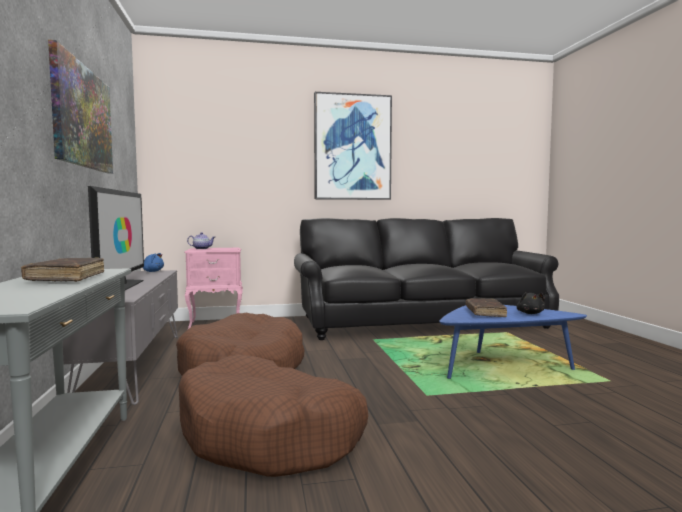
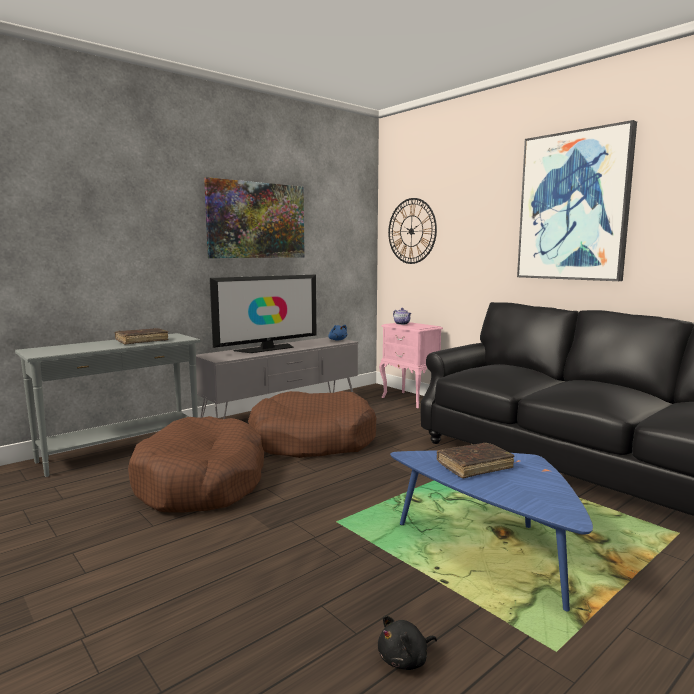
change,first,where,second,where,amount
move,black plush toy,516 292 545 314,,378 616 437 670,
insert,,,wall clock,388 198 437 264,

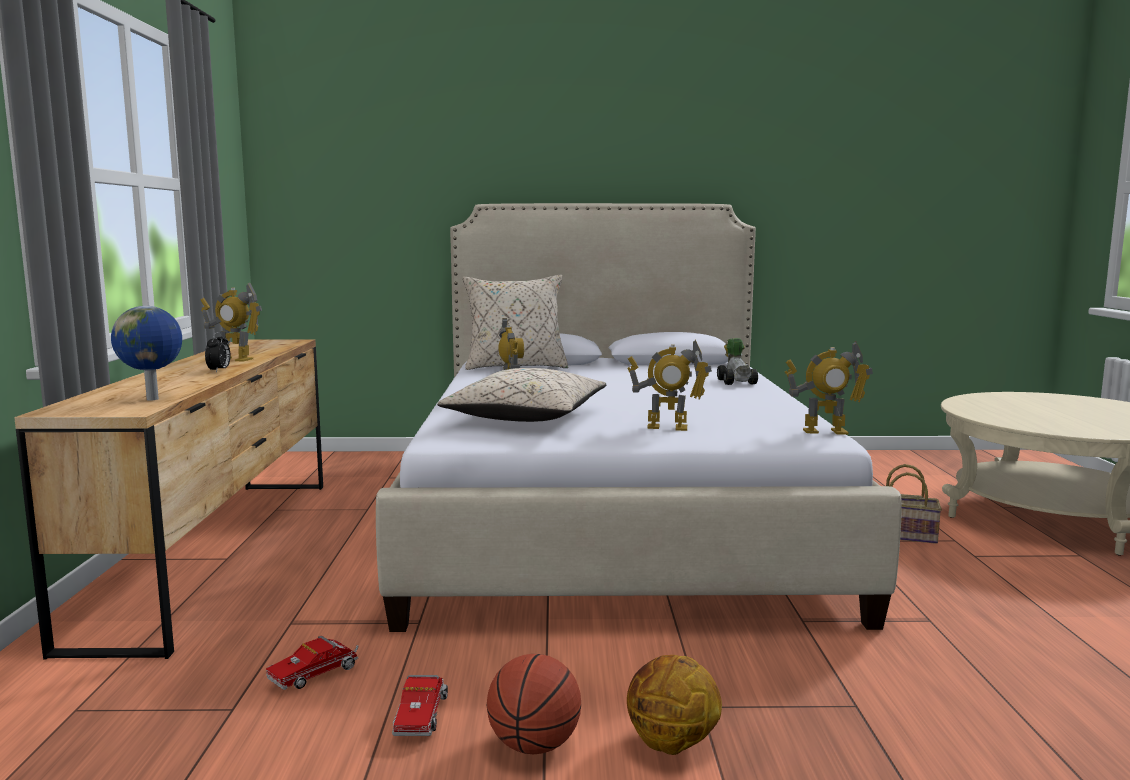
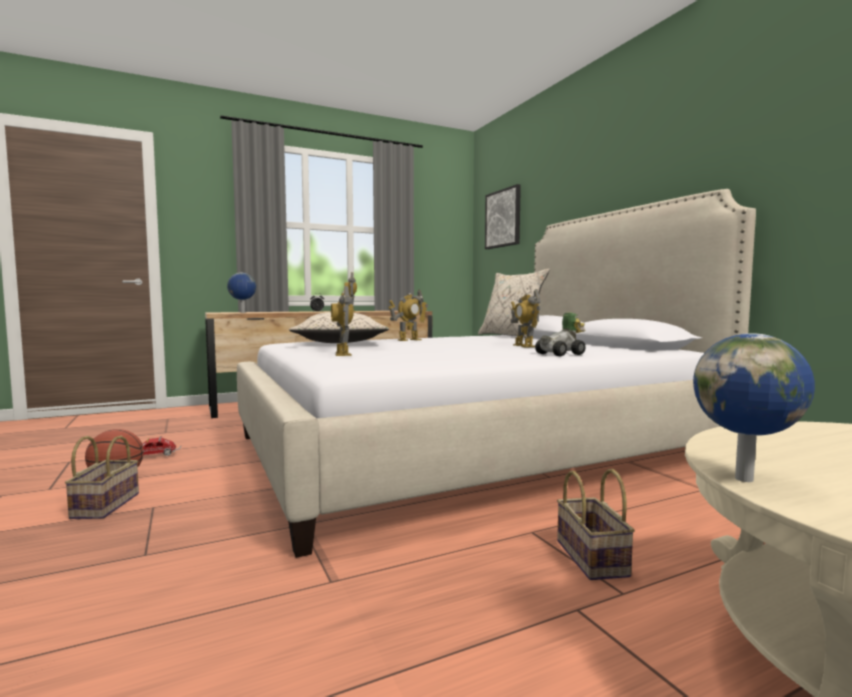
change,first,where,second,where,amount
move,toy robot,785 341 873 434,,511 289 541 348,
delete,toy truck,266 636 359 690,,,
replace,basketball,627 655 722 755,basket,65 436 139 519,
insert,,,picture,485 184 521 249,
insert,,,globe,693 333 815 482,

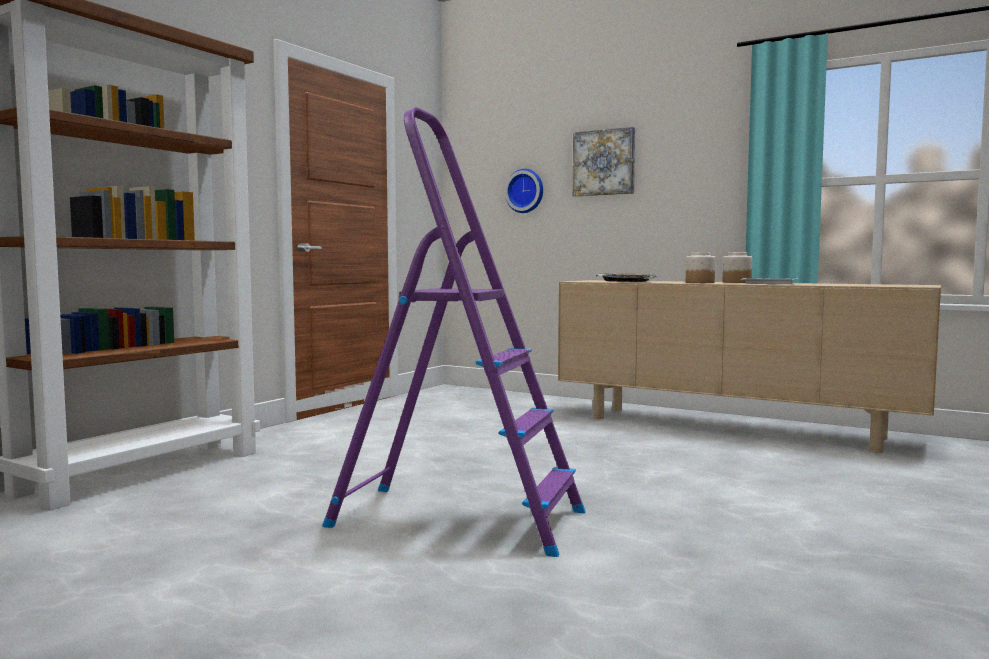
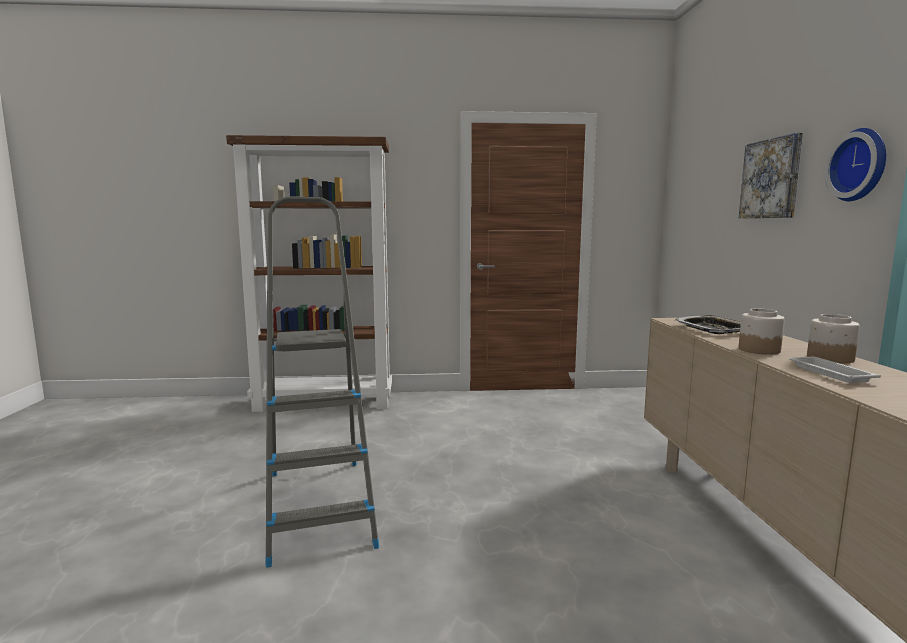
change,first,where,second,where,amount
recolor,purple step ladder,322 107 586 557,grey step ladder,266 196 379 568,
move,wall clock,505 169 543 213,,825 128 887 201,

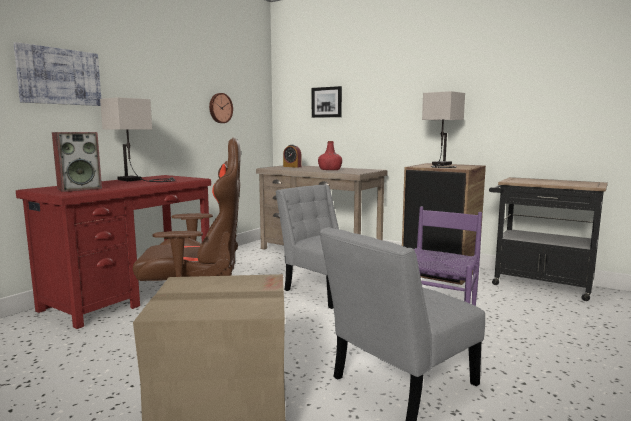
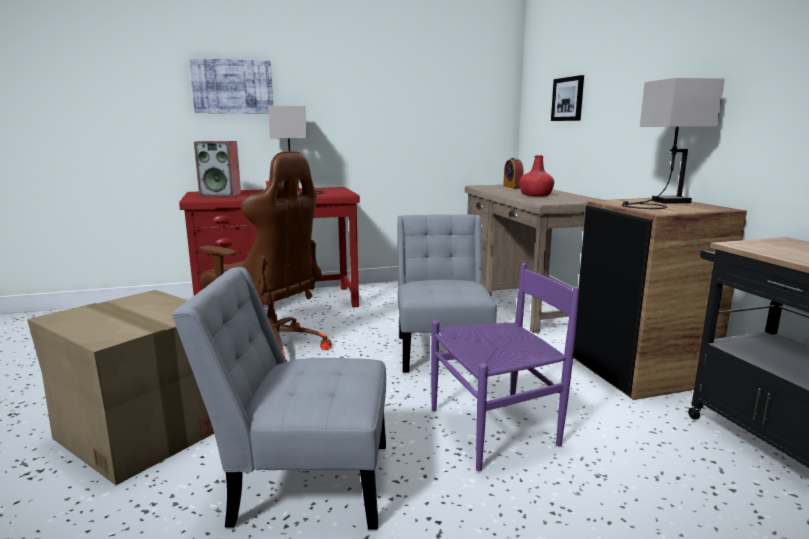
change,first,where,second,where,amount
delete,wall clock,209 93 233 123,,,

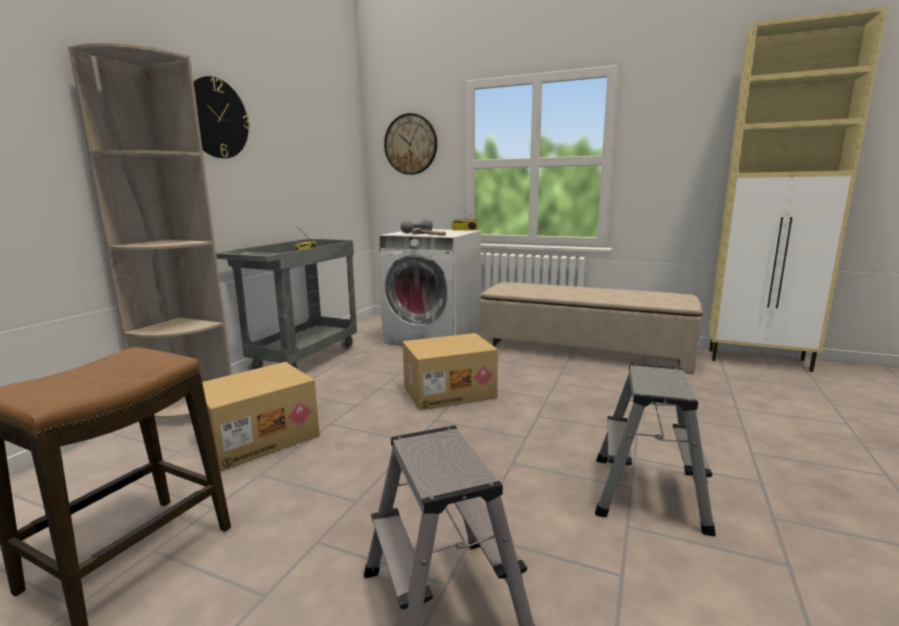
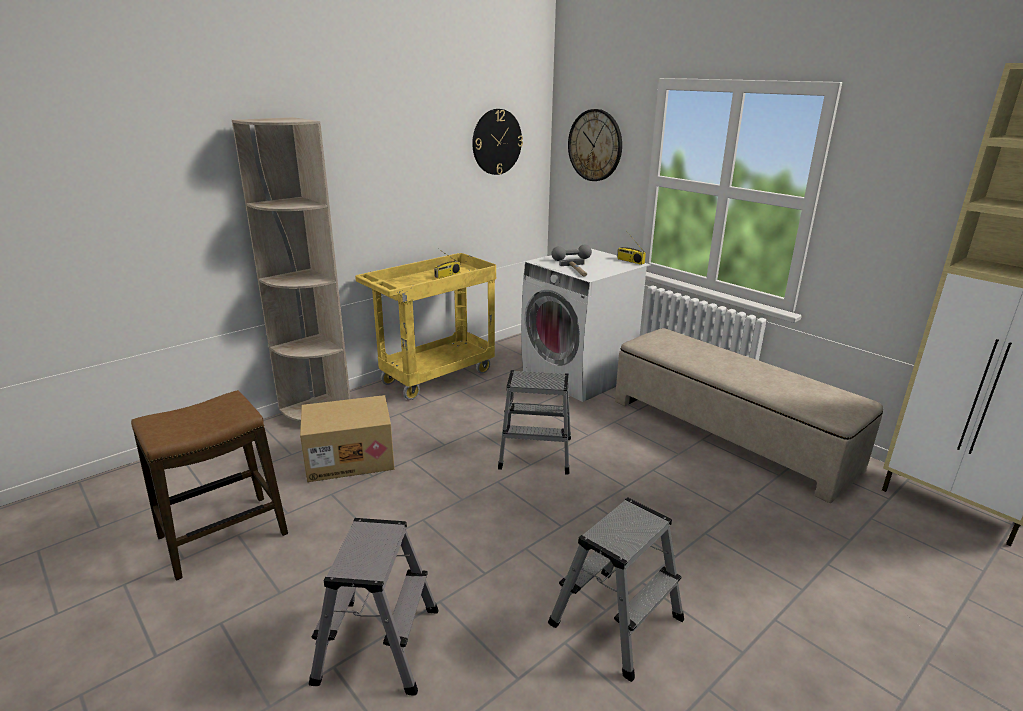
change,first,where,second,where,amount
move,wall clock,193 76 250 158,,472 109 523 175,
recolor,grey cart,216 239 357 370,yellow cart,355 253 496 400,
replace,cardboard box,403 333 498 411,grey step ladder,498 370 571 475,

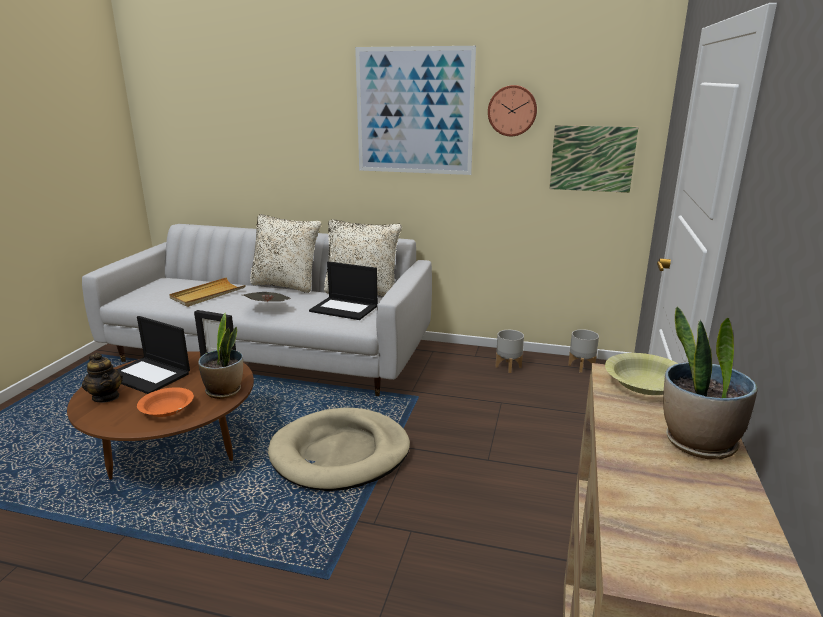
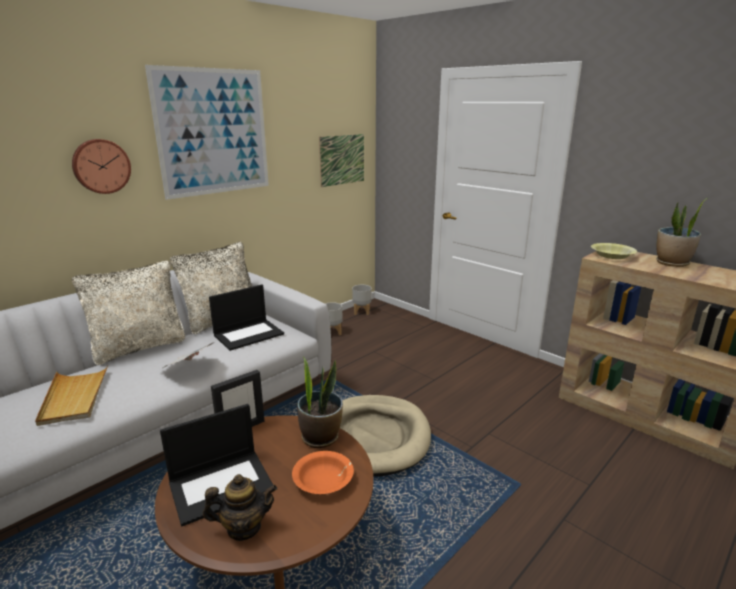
change,first,where,second,where,amount
move,wall clock,488 85 537 136,,72 139 131 194,

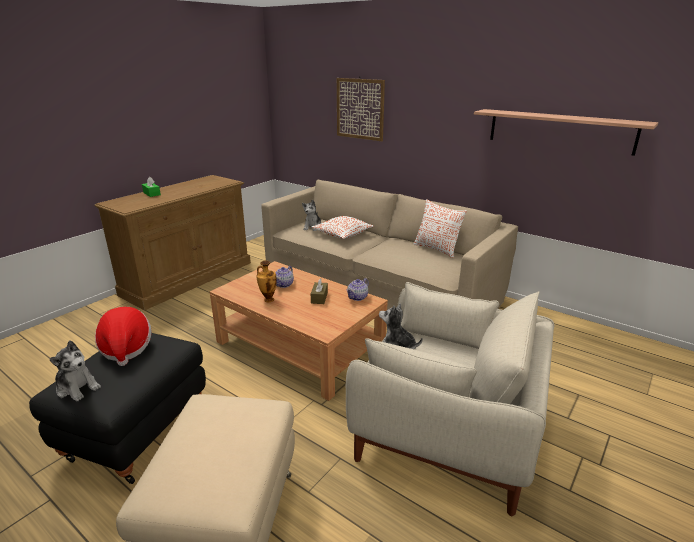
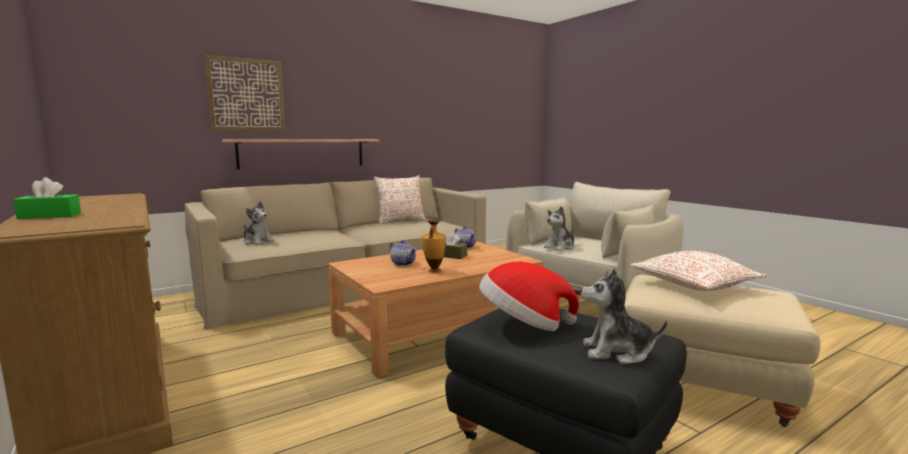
change,first,where,second,where,amount
move,shelf,474 109 658 156,,222 139 379 169,
move,white pillow,312 216 374 239,,630 251 766 291,
rotate,plush toy,50 341 101 401,,580 269 667 364,135 degrees counterclockwise

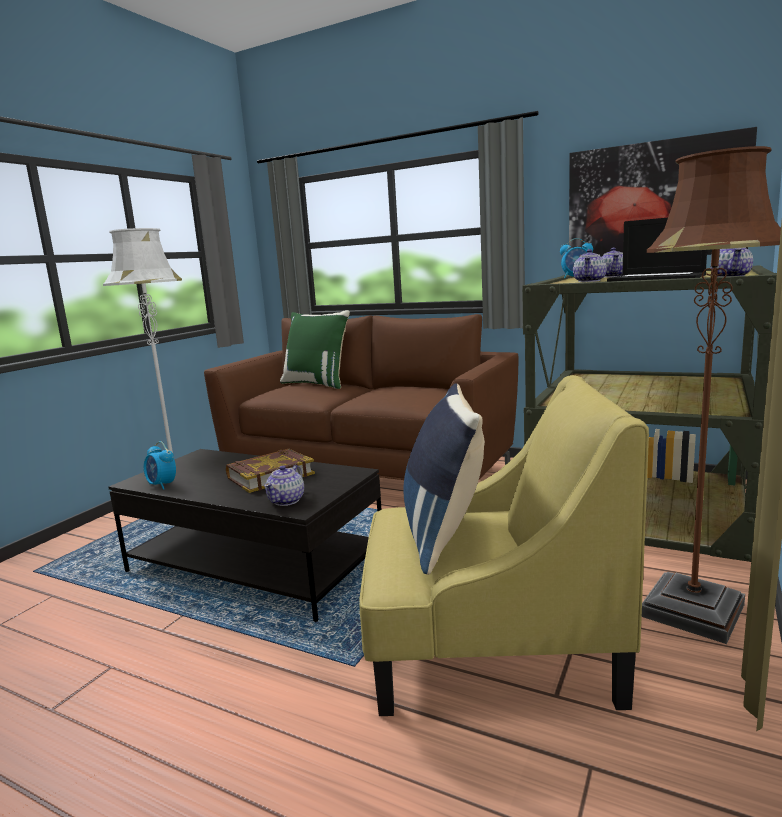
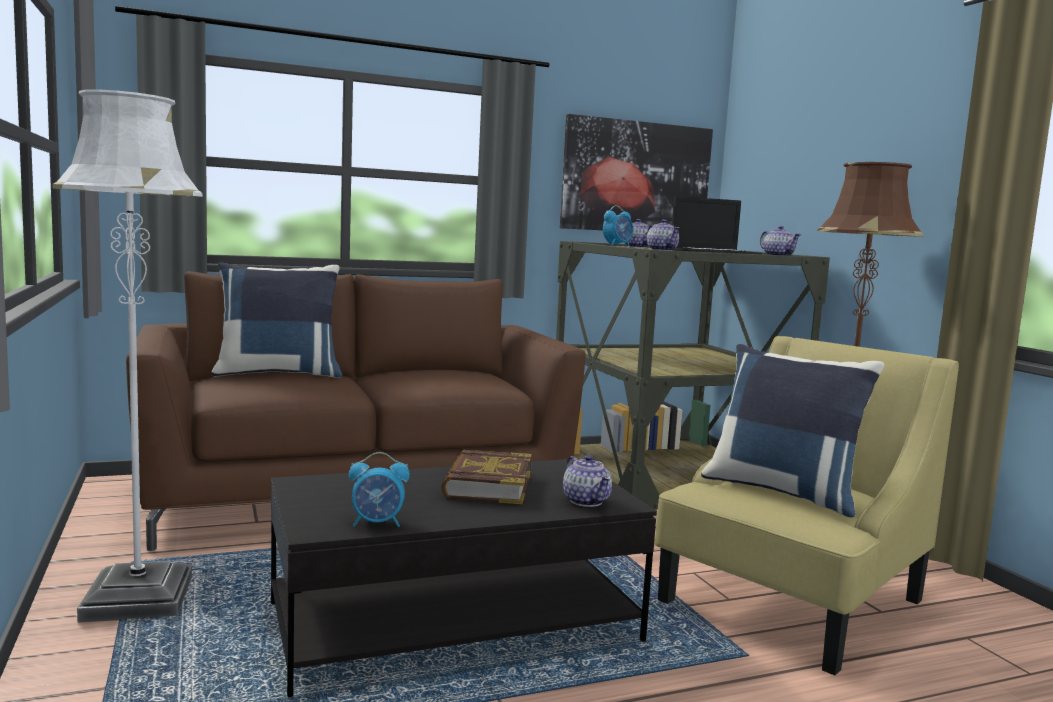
change,first,where,second,where,amount
recolor,green pillow,280 310 350 389,blue pillow,211 262 342 378,

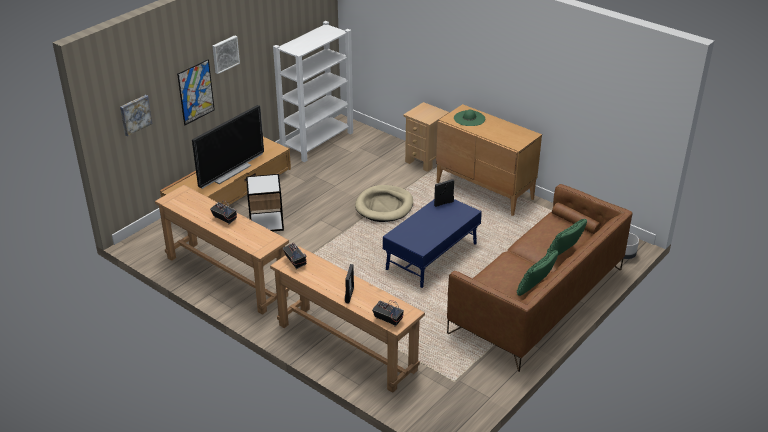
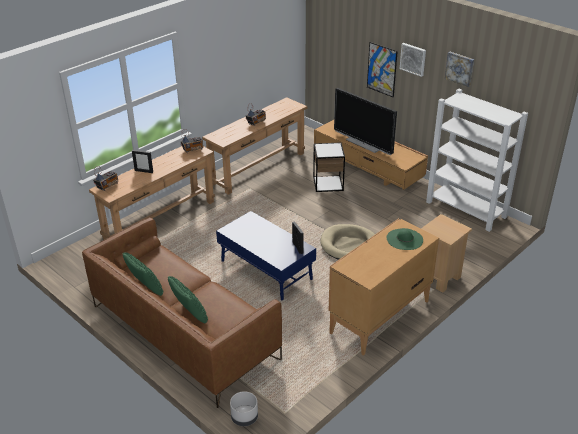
change,first,where,second,where,amount
move,picture,120 95 152 136,,445 52 474 87,

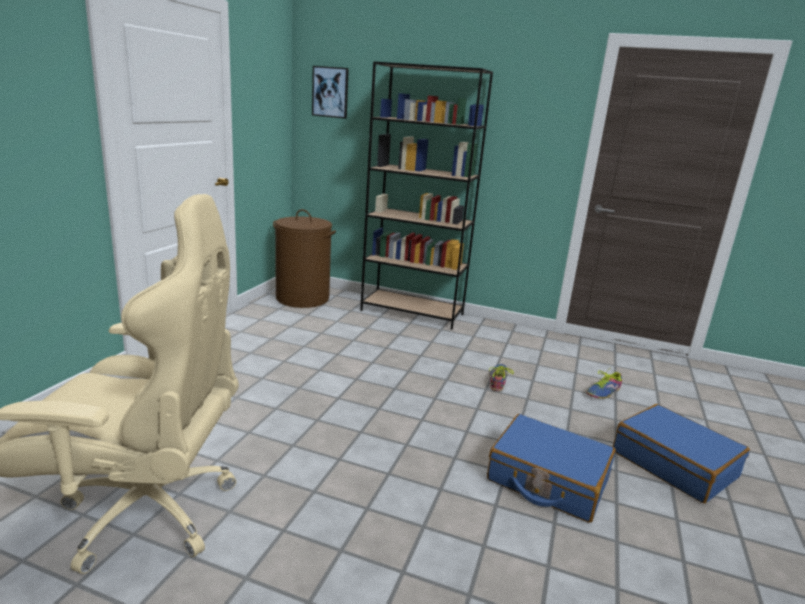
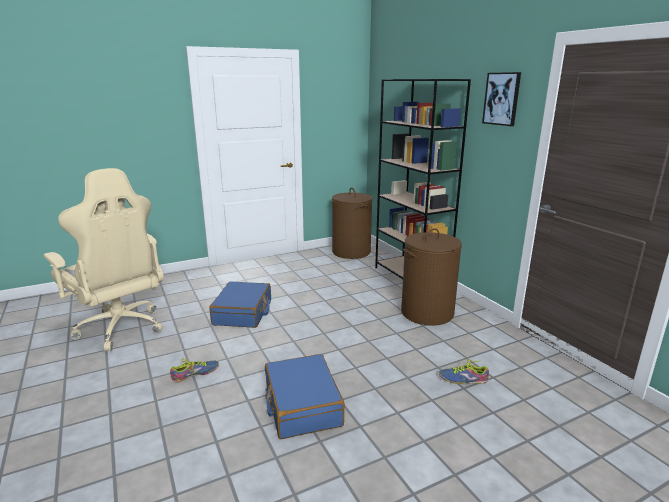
change,first,where,second,where,amount
move,picture,312 66 349 119,,482 72 521 126,
move,shoe,489 364 514 391,,170 359 219 382,
move,blue suitcase,613 404 750 503,,209 281 271 328,
insert,,,brown laundry basket,401 228 462 326,

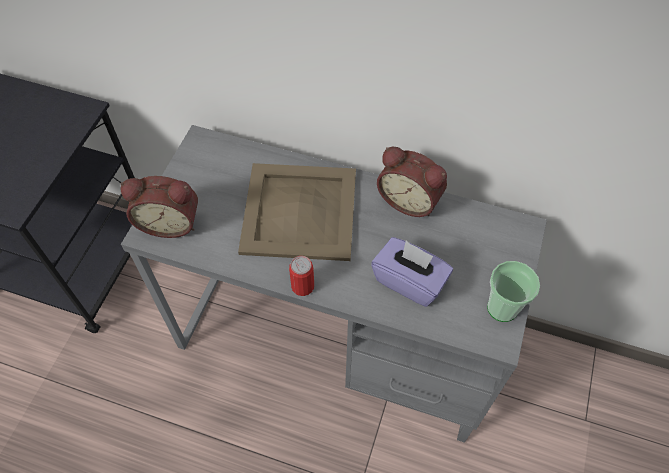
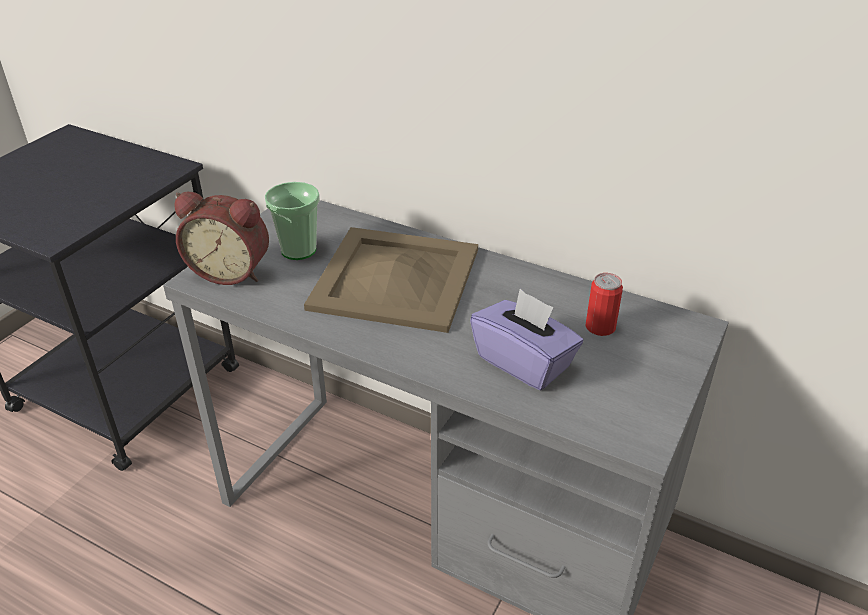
change,first,where,second,where,amount
delete,alarm clock,377 147 447 217,,,
move,can,289 256 314 296,,585 273 623 336,
move,cup,487 261 540 322,,265 182 320 260,

